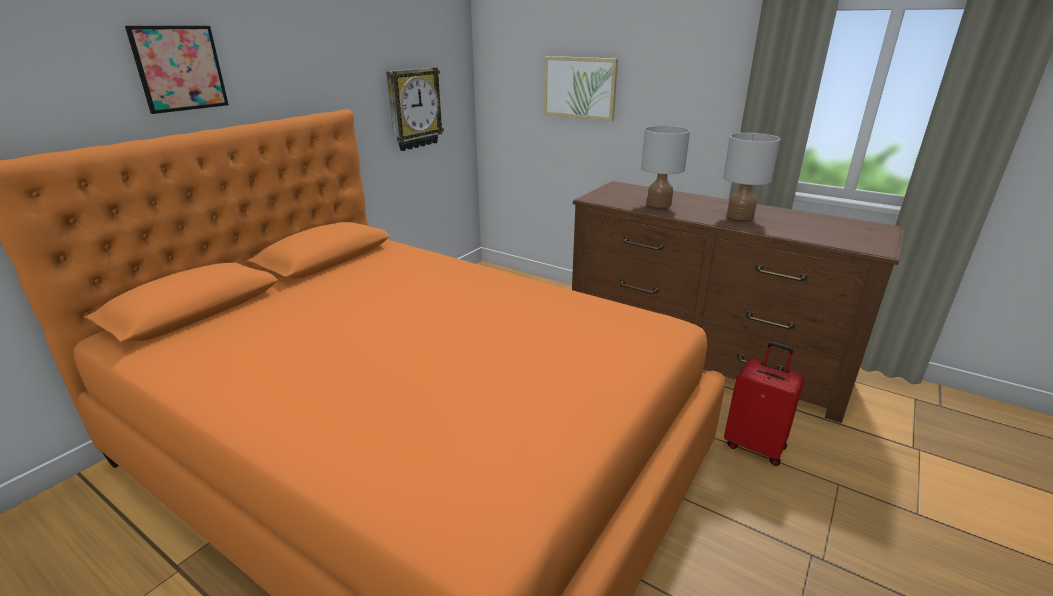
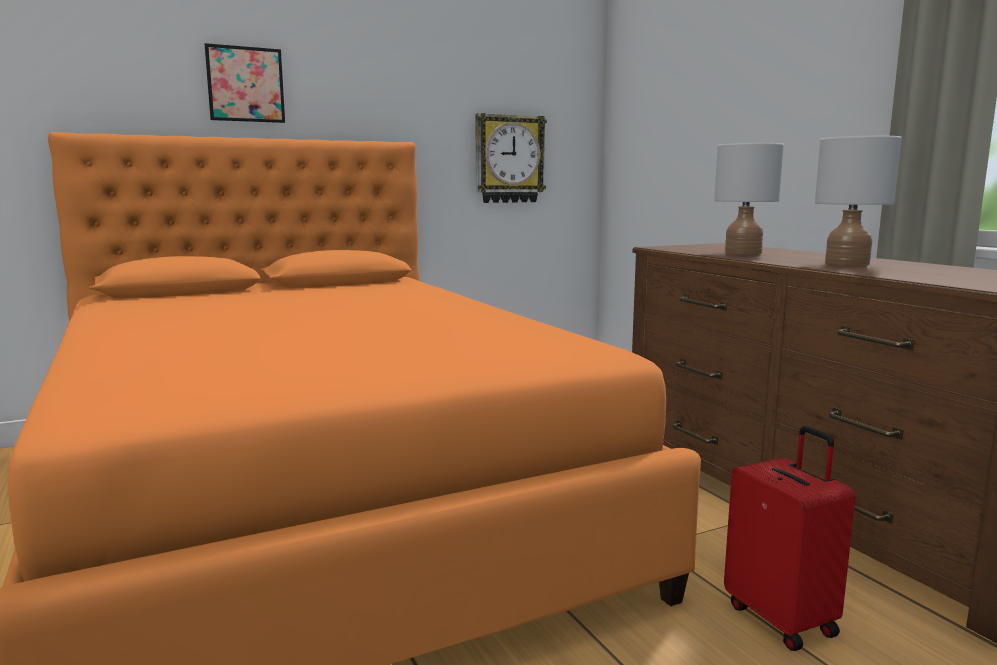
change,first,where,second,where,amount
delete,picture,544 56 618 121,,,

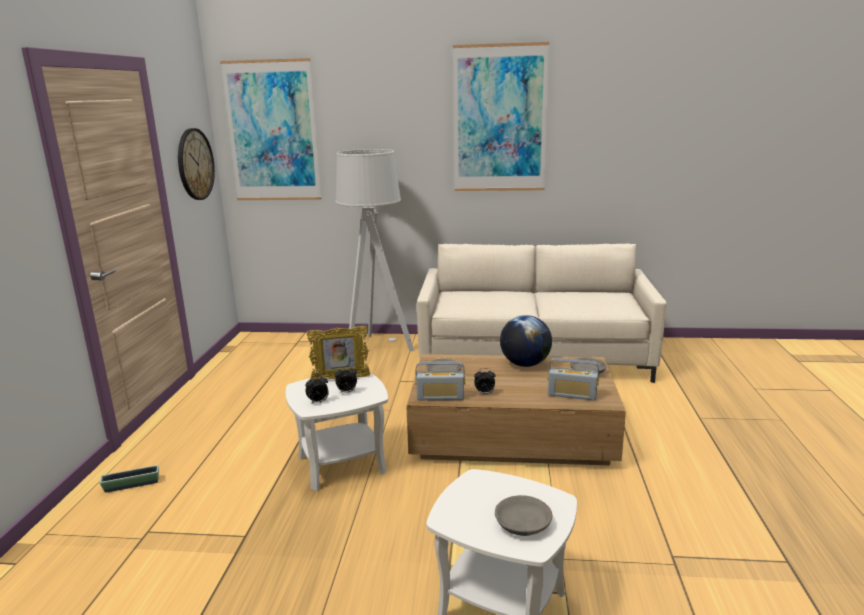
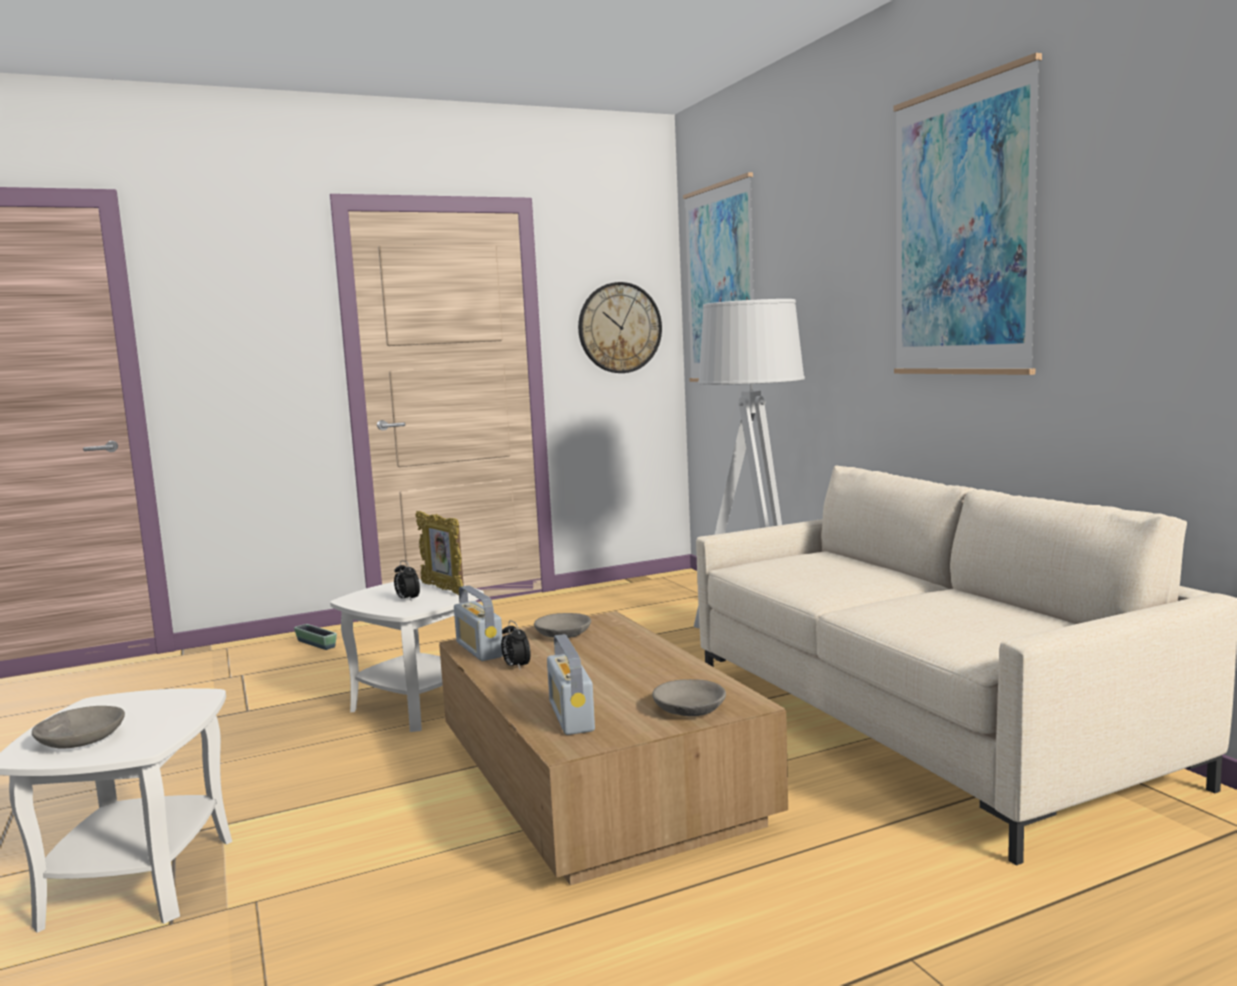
change,first,where,second,where,amount
delete,globe,500 315 552 367,,,
delete,alarm clock,305 375 329 403,,,

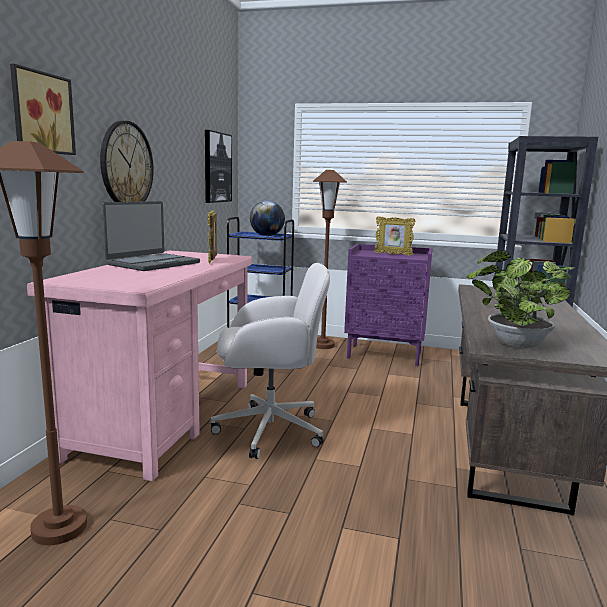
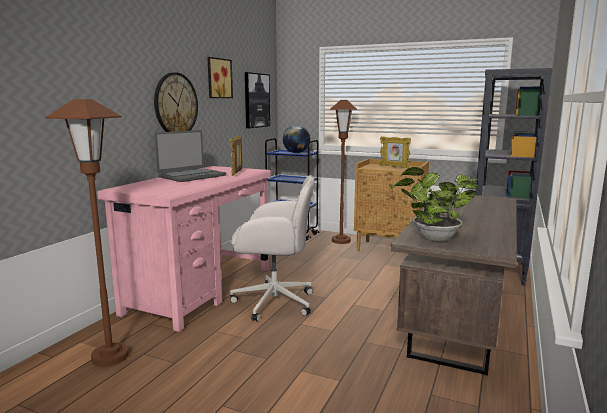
change,first,where,second,where,amount
move,picture,10 64 76 155,,207 57 233 98,
recolor,purple cabinet,344 244 433 366,brown cabinet,354 158 429 252,

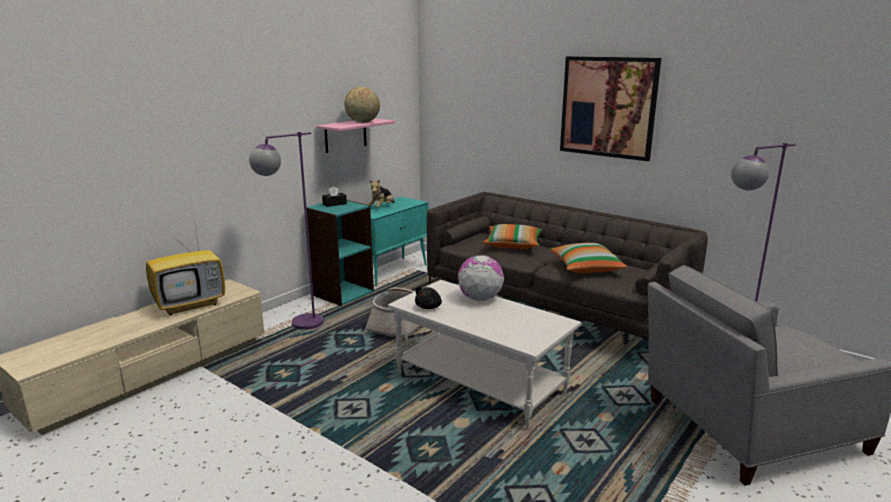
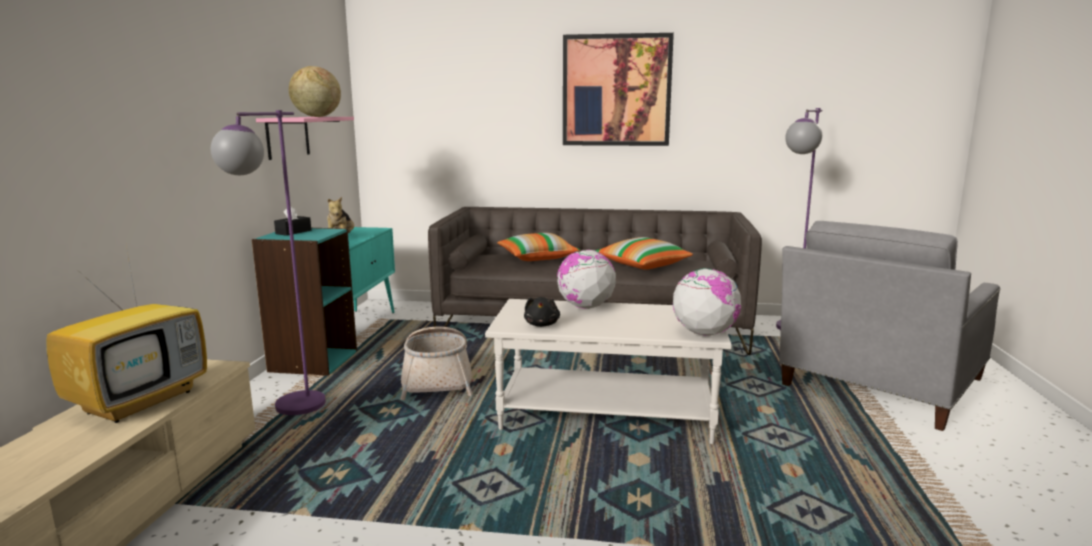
change,first,where,second,where,amount
insert,,,globe,673 268 741 336,

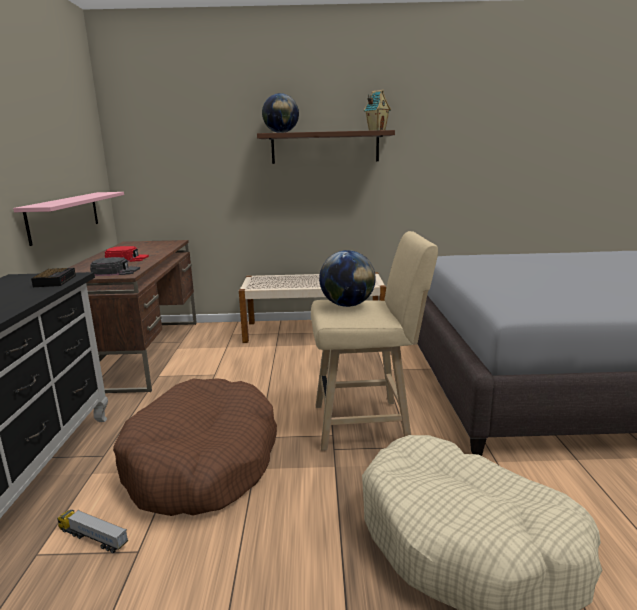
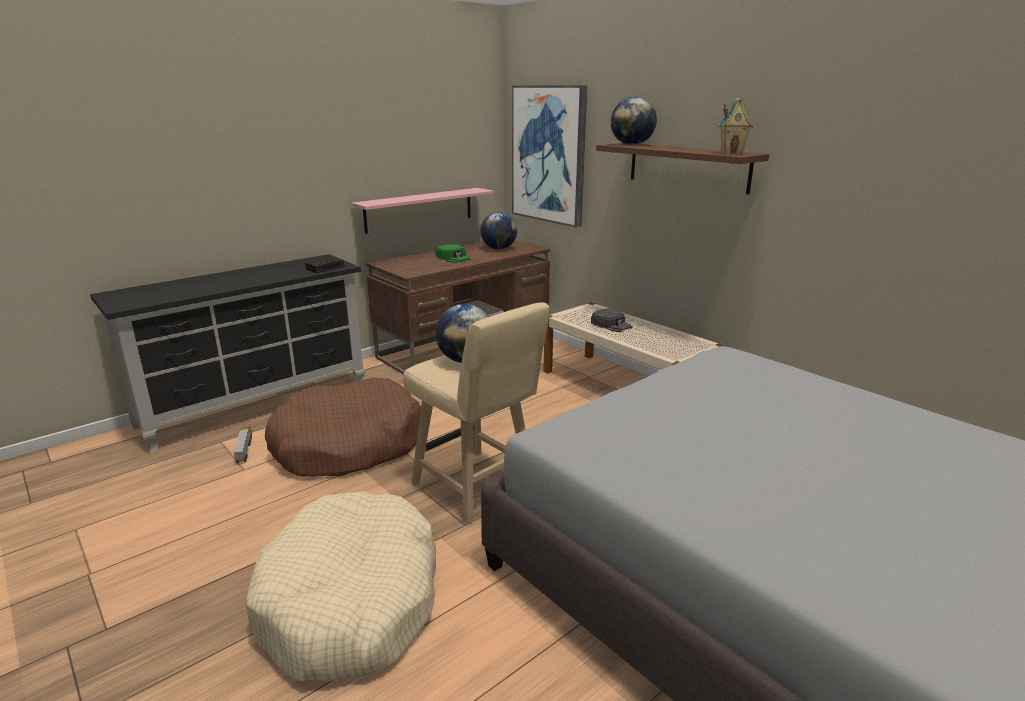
change,first,where,second,where,amount
recolor,red cap,105 246 149 262,green cap,435 244 471 263,
move,black cap,90 257 140 276,,591 308 633 332,
insert,,,picture,512 85 587 227,
insert,,,globe,481 212 517 250,

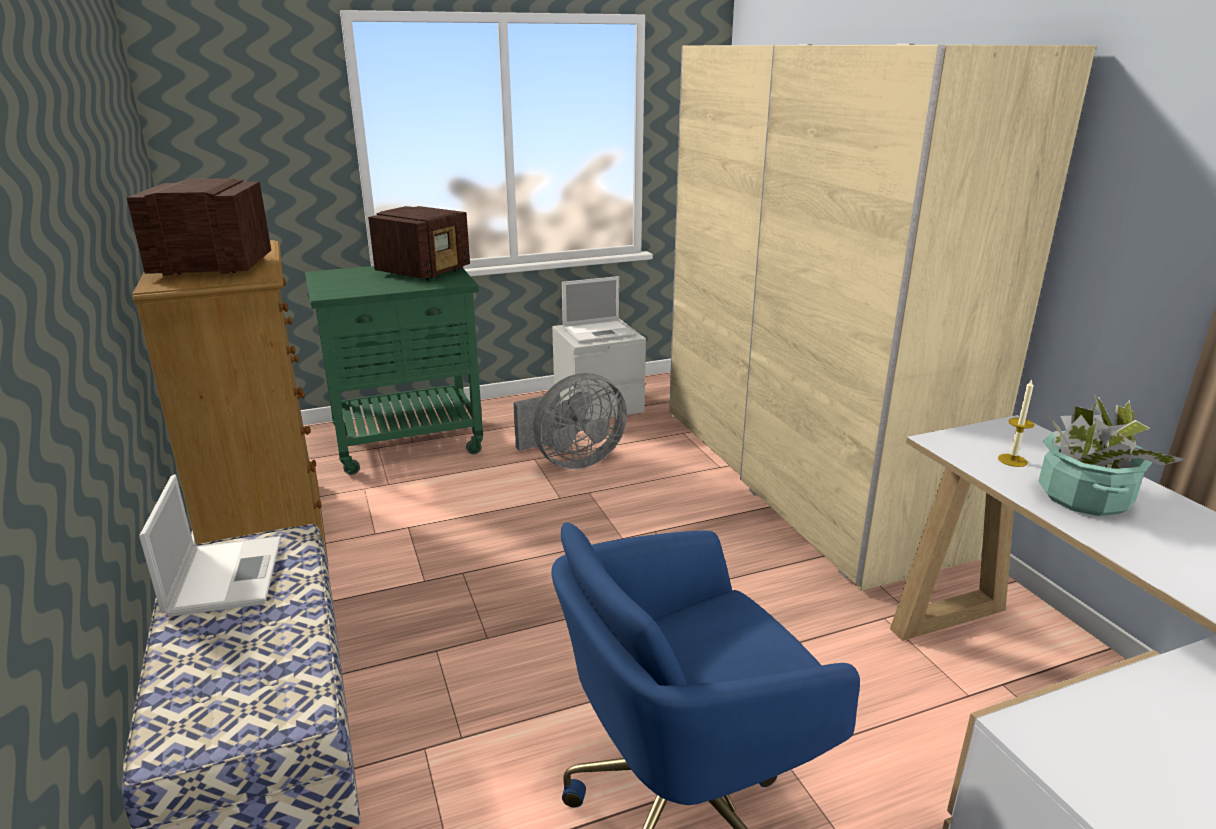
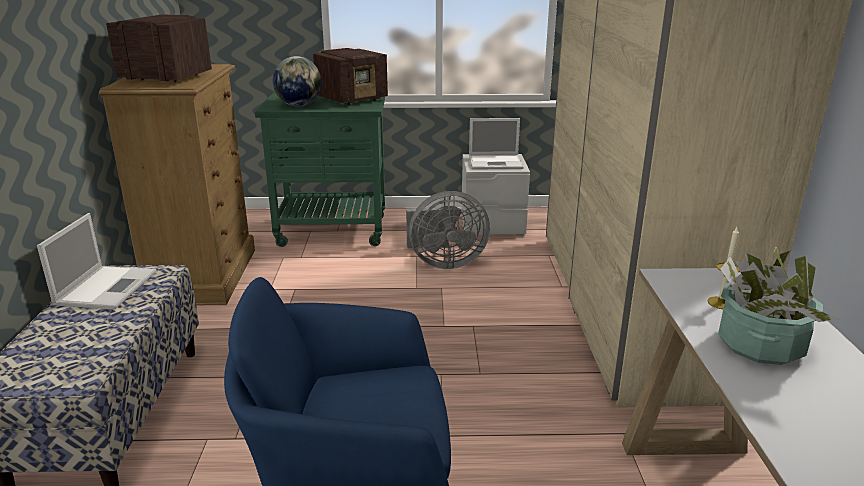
change,first,where,second,where,amount
insert,,,globe,273 56 322 107,

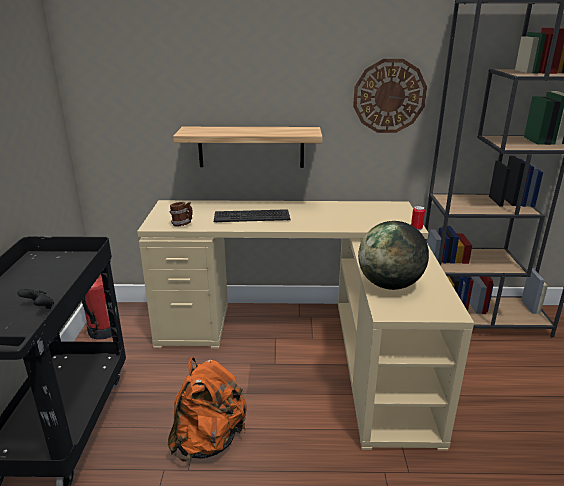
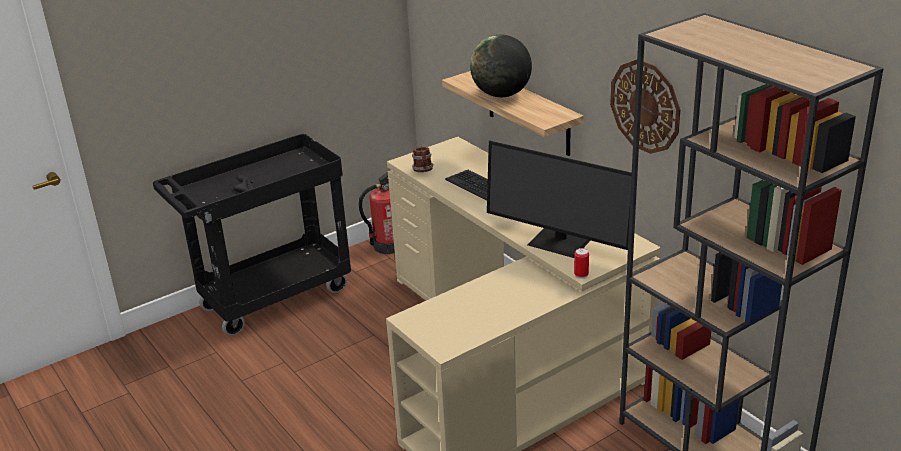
change,first,where,second,where,amount
move,globe,358 221 429 290,,470 35 532 97,
delete,orange backpack,168 357 247 462,,,
insert,,,monitor,487 141 632 258,

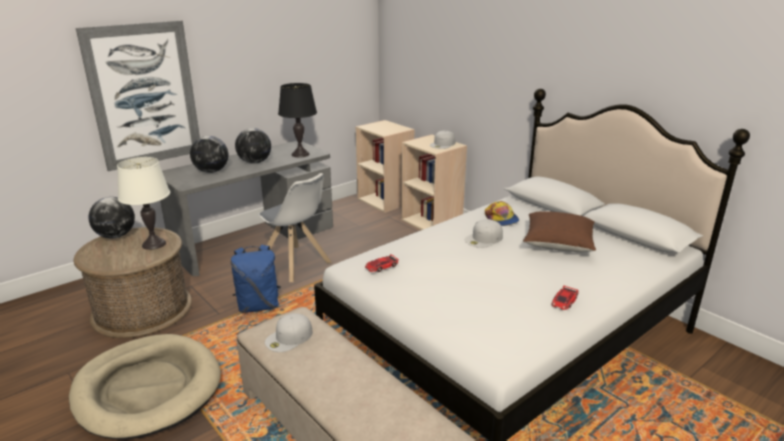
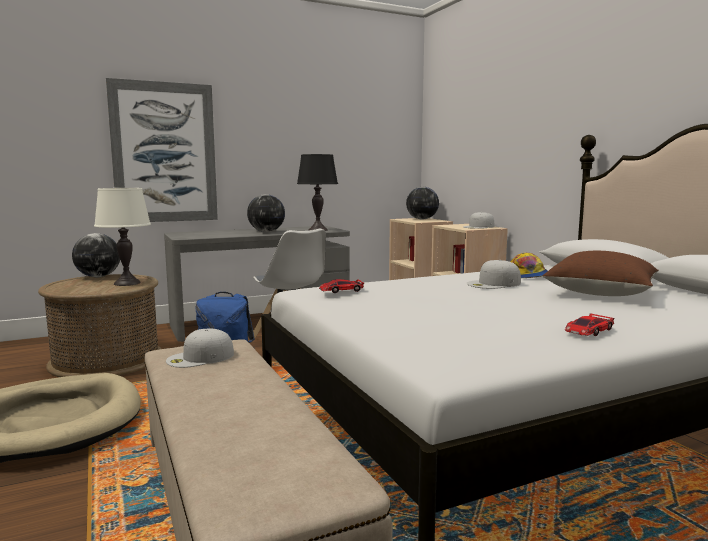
change,first,where,second,where,amount
move,globe,190 136 228 173,,406 187 439 219,

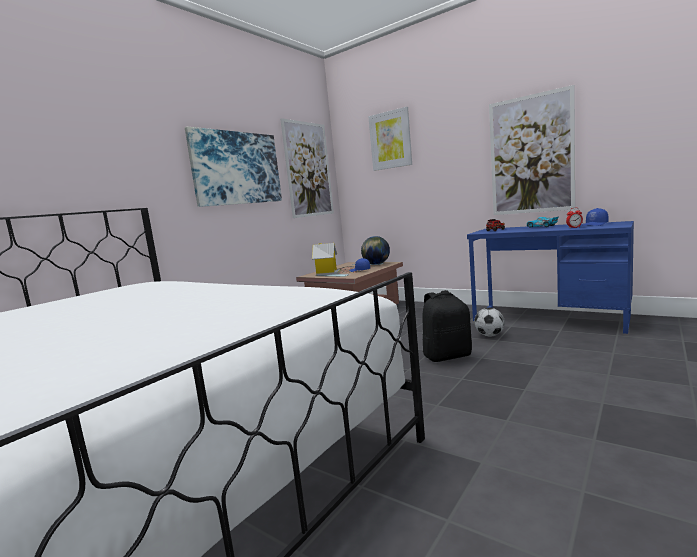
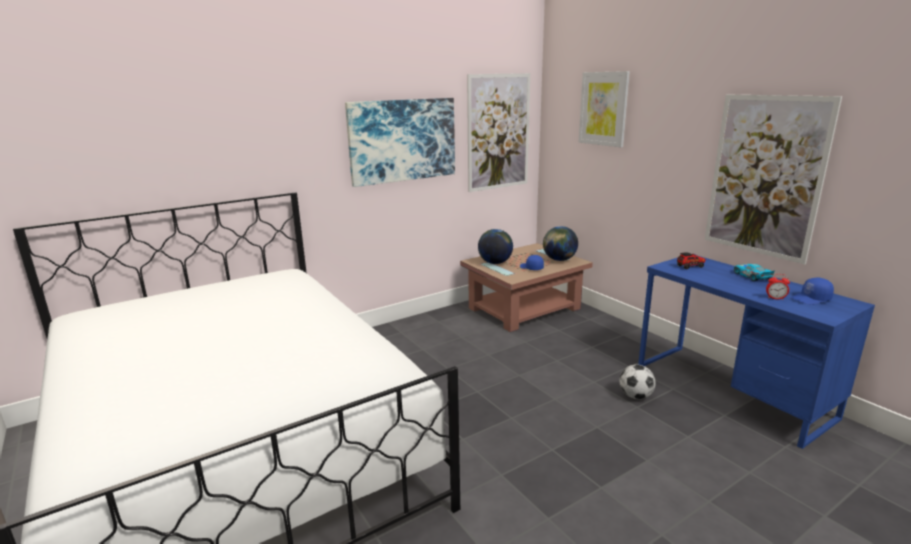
change,first,where,second,where,amount
replace,toy house,312 243 341 276,globe,478 229 513 264,
delete,black backpack,423 290 472 362,,,

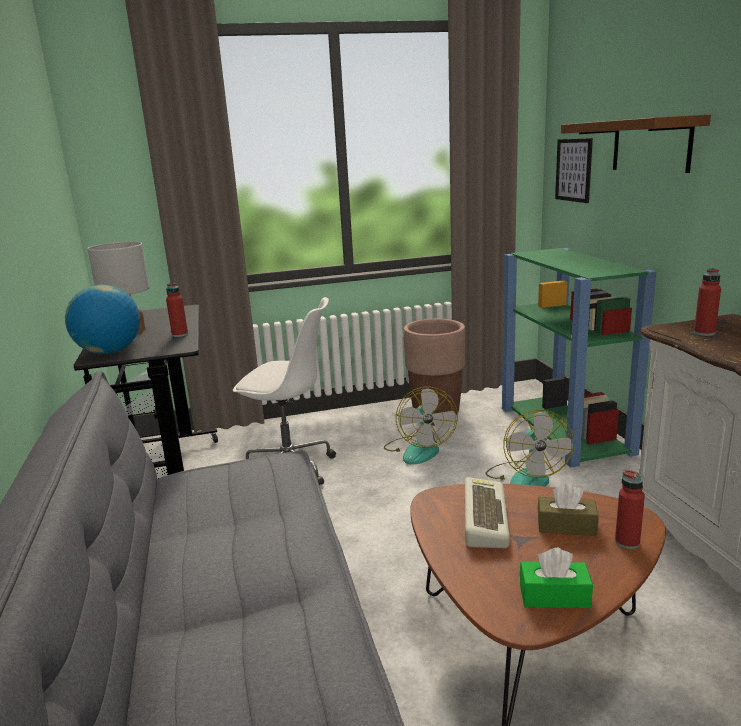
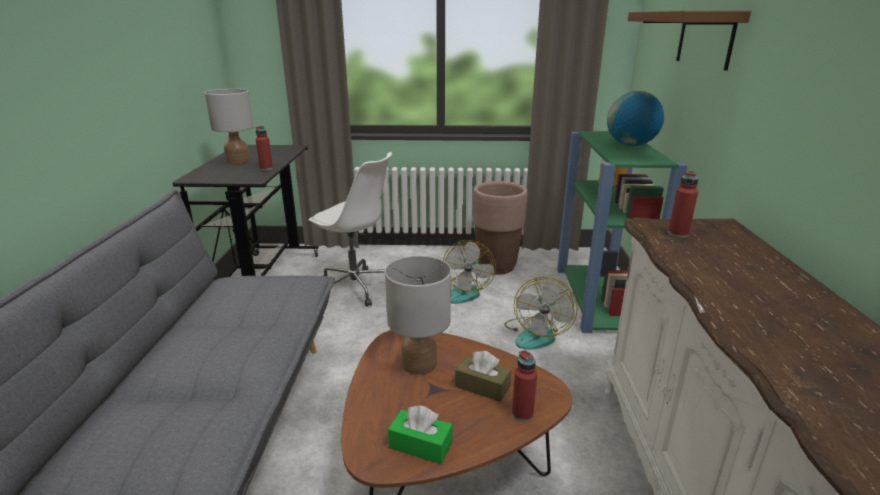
change,first,where,second,where,amount
delete,picture,555 138 593 203,,,
move,globe,65 284 140 354,,607 91 664 146,
replace,keyboard,465 477 510 548,grey table lamp,385 256 451 375,

